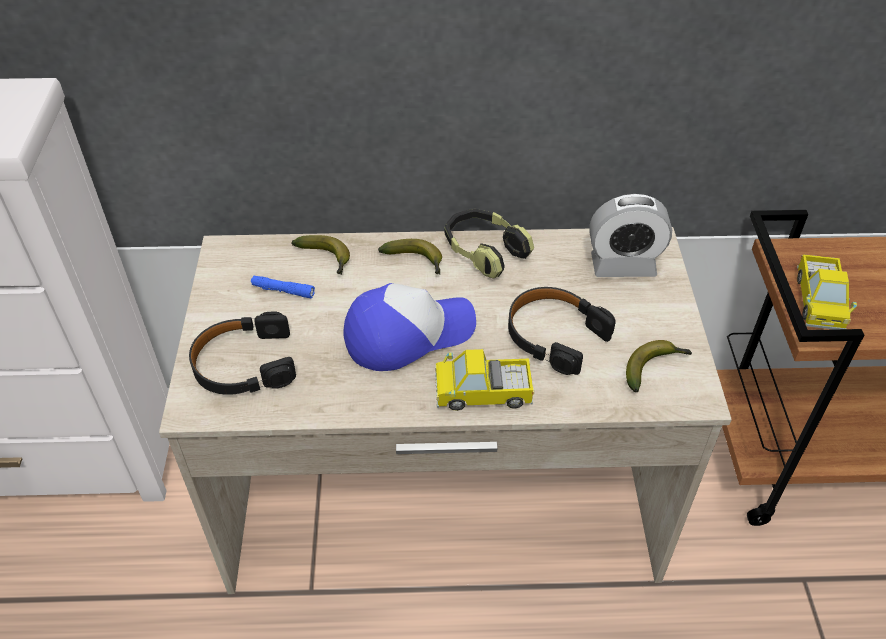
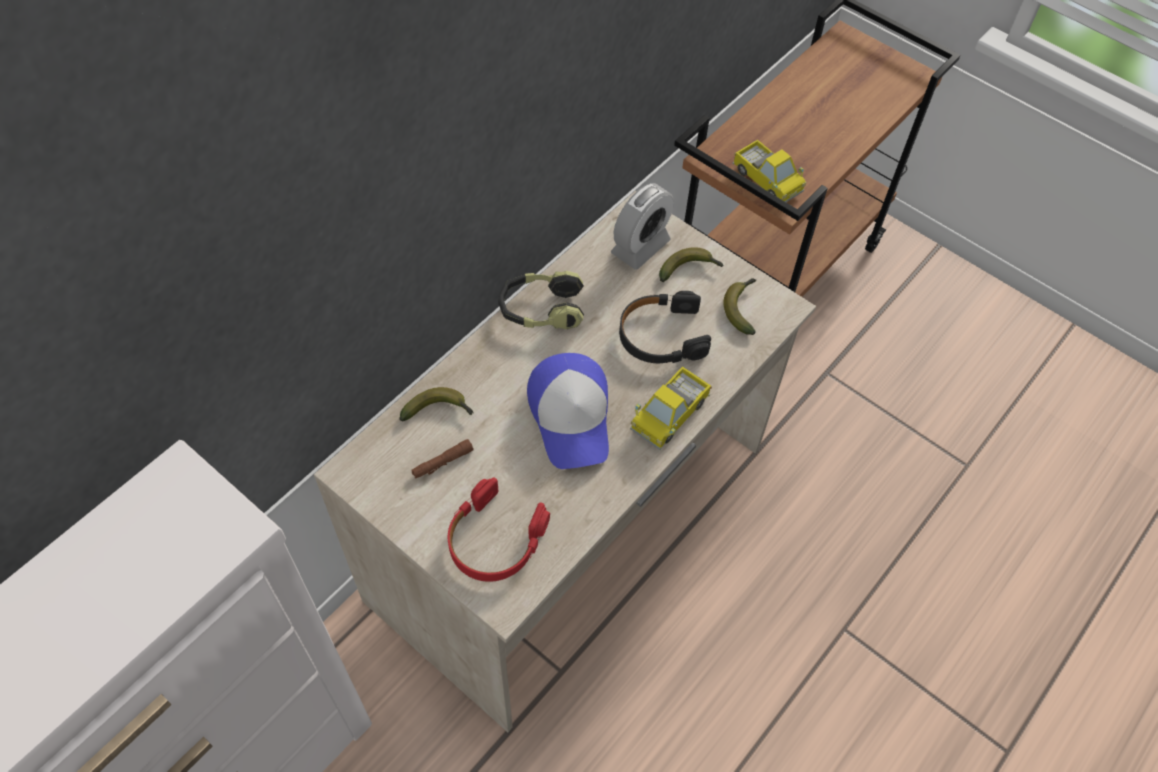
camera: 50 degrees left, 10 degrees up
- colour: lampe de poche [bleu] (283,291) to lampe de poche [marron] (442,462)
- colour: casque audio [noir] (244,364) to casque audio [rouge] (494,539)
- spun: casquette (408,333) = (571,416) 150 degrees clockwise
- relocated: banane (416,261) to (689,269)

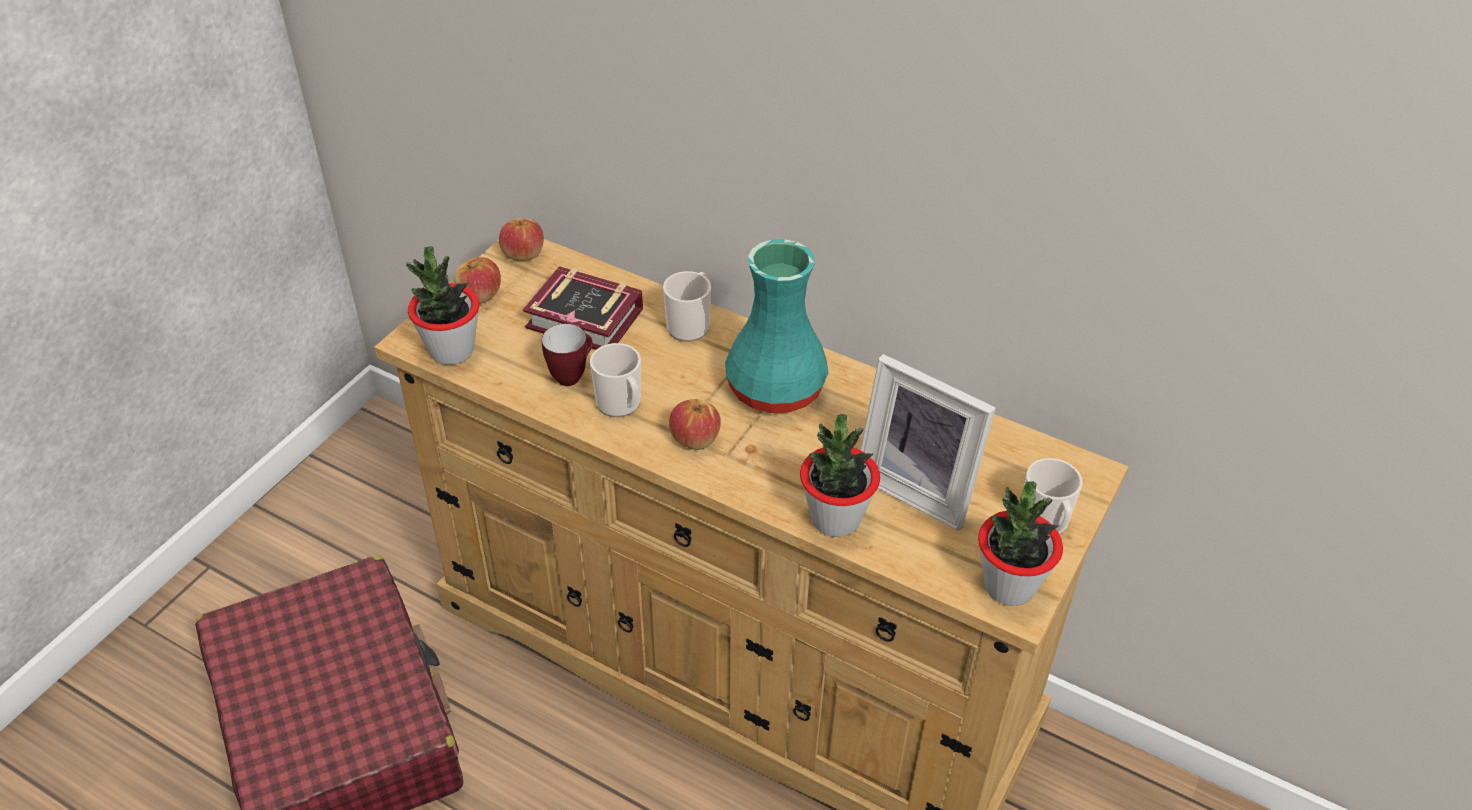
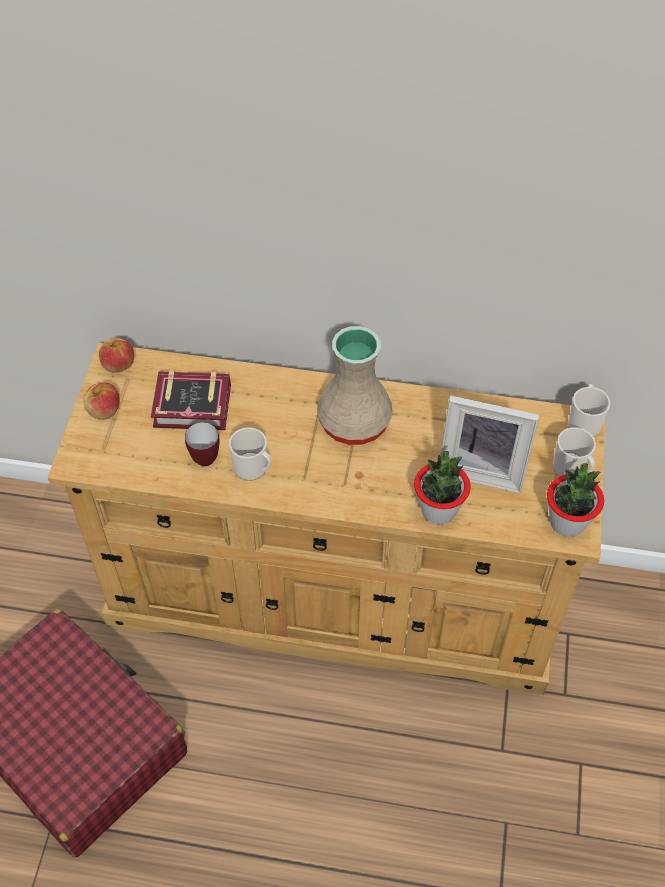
camera: 20 degrees left, 10 degrees up
- colour: vase [turquoise] (774,387) to vase [beige] (352,421)
- relocated: mug (690,325) to (584,423)
- missing: plante en pot (451,351)
- missing: pomme (694,439)

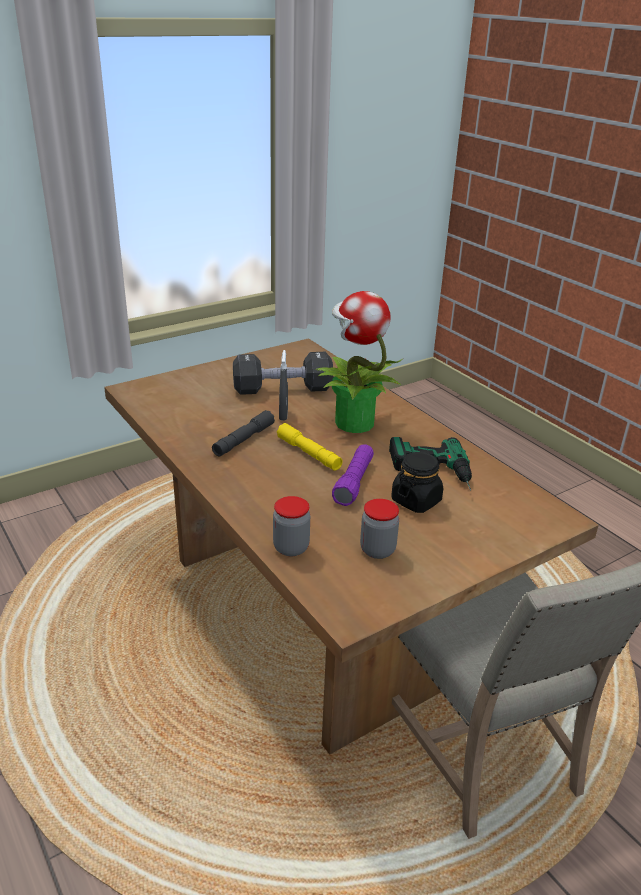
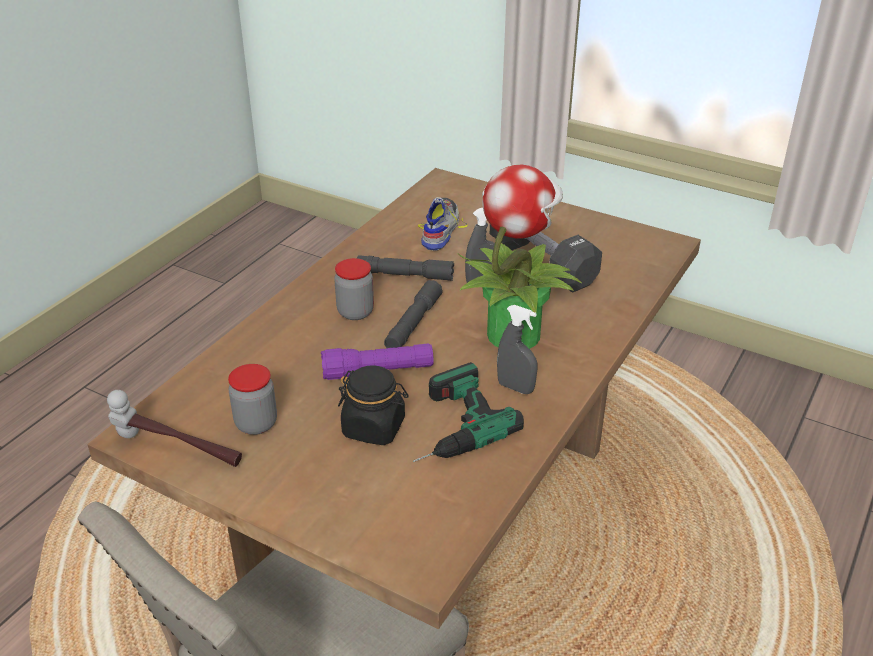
camera: 65 degrees right, 5 degrees up
- appeared: marteau (177,450)
- relocated: bocal (291,548) to (355,312)
- colour: lampe de poche [jaune] (309,453) to lampe de poche [gris] (413,323)
- appeared: chaussure (439,228)
- appeared: vaporisateur [gris] (515,387)

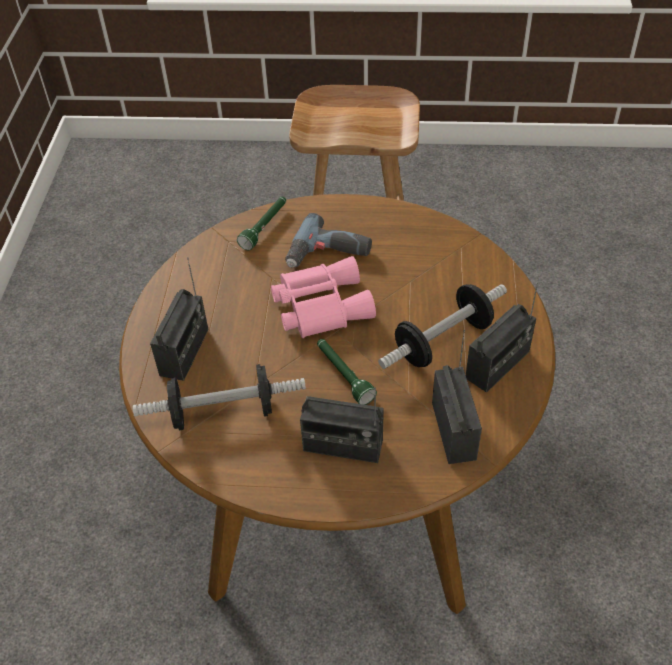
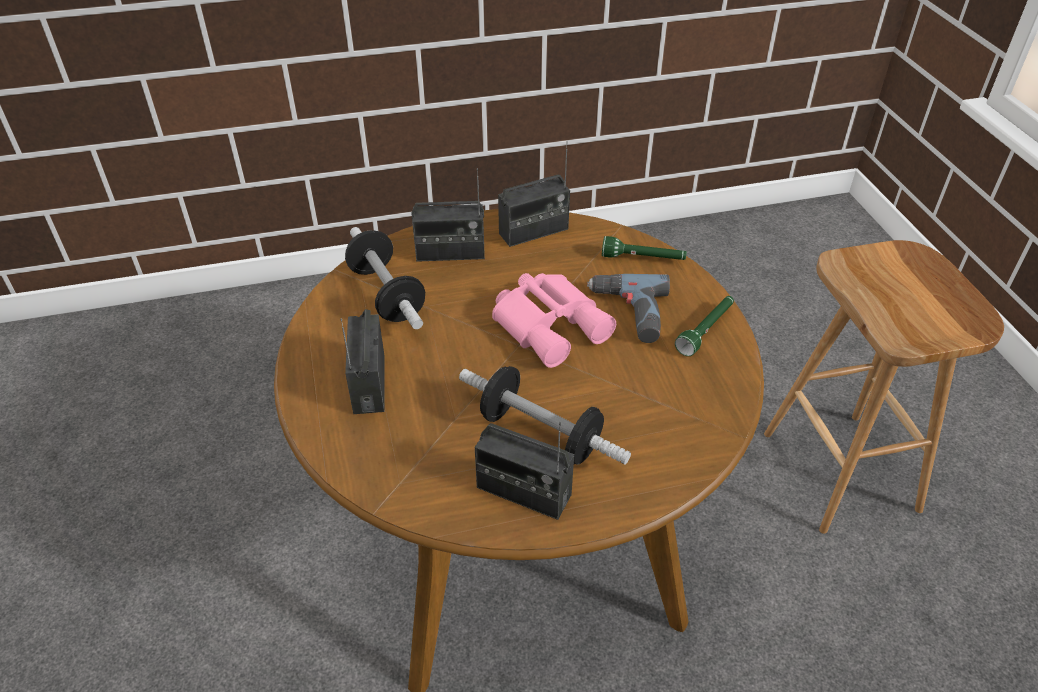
camera: 70 degrees right, 5 degrees down
- relocated: radio (454,430) to (533,231)
- relocated: lampe de poche [vert] (343,375) to (706,330)

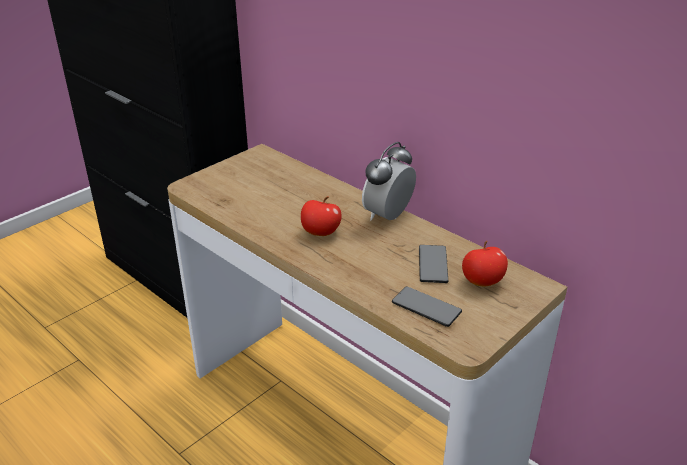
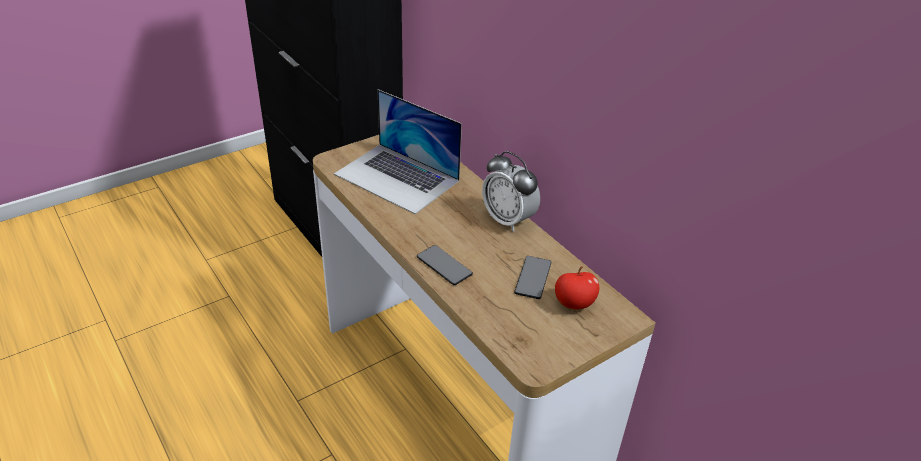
camera: 10 degrees right, 5 degrees up
- appeared: ordinateur portable (397,177)
- relocated: téléphone (426,307) to (444,266)
- spun: réveil (388,216) = (508,220) 90 degrees counterclockwise
- missing: pomme (320,233)

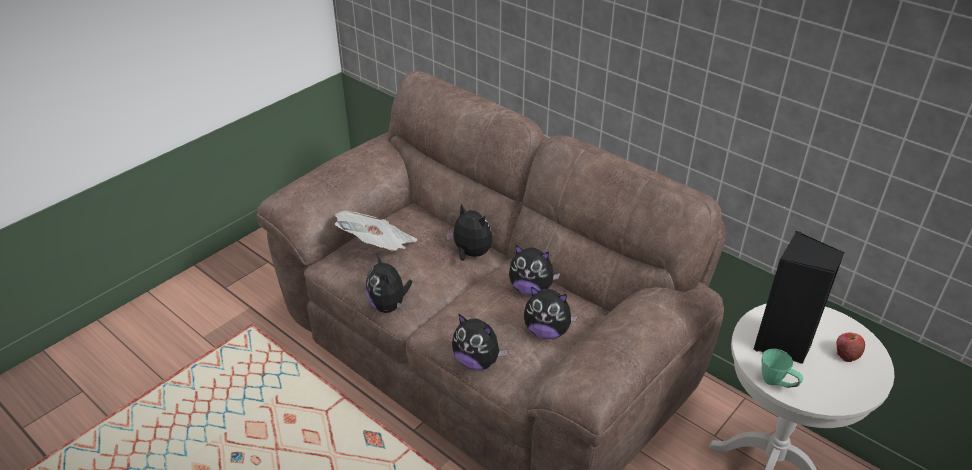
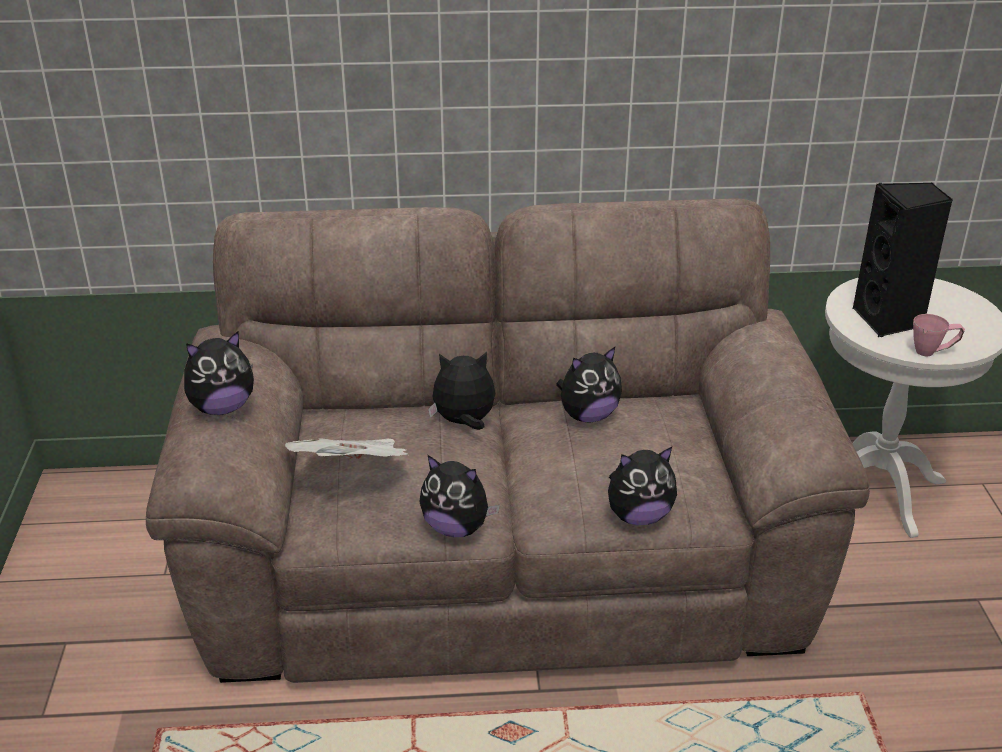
camera: 45 degrees left, 5 degrees down
- relocated: peluche (547,331) to (222,407)
- colour: mug [vert] (777,383) to mug [rose] (933,352)
- missing: pomme (846,354)

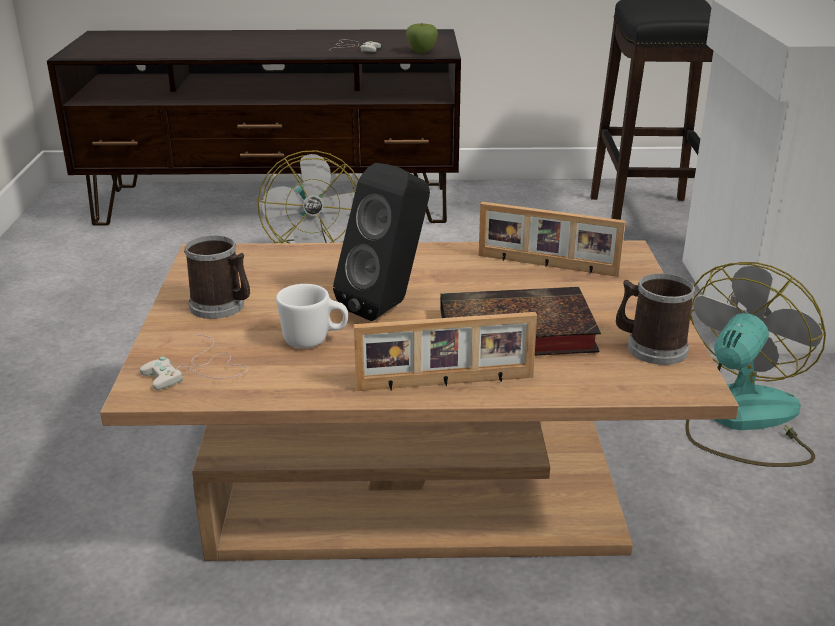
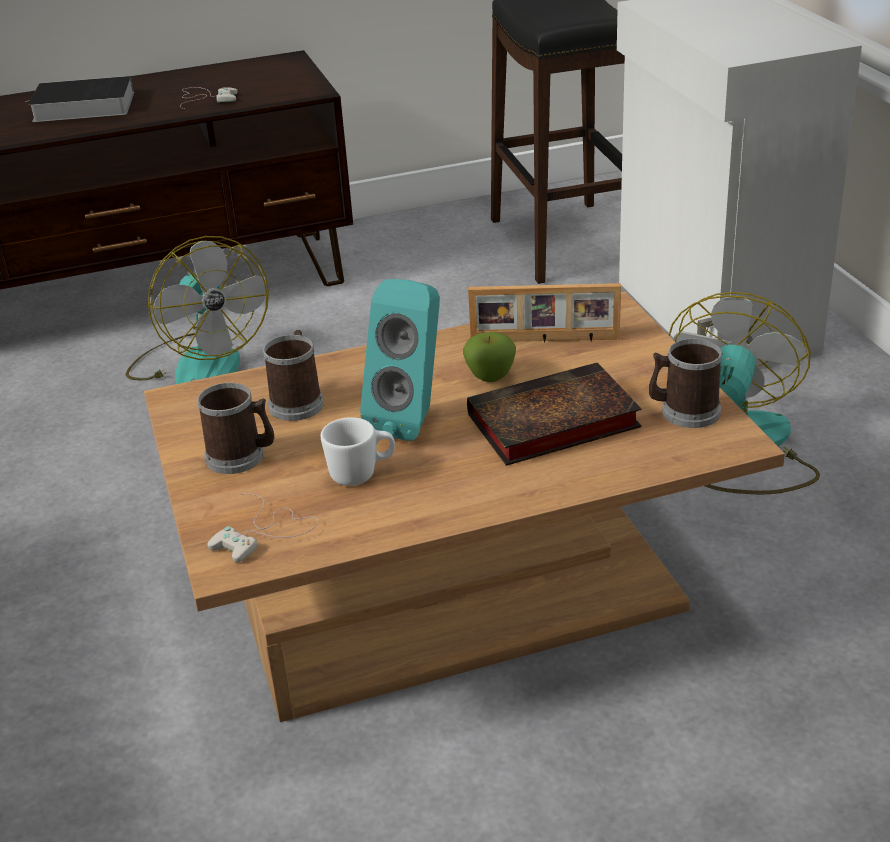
camera: 15 degrees left, 5 degrees up
- appeared: livre (80,107)
- appeared: mug (298,401)
- colour: enceinte [noir] (388,306) to enceinte [turquoise] (413,420)
- relocated: pomme (421,52) to (490,377)
- missing: cadre photo (445,384)

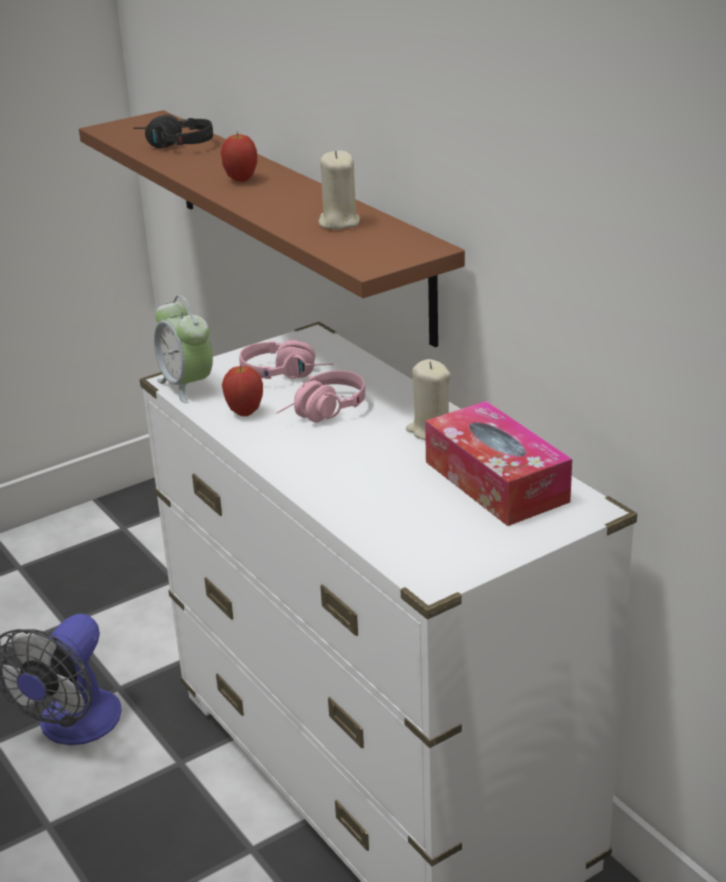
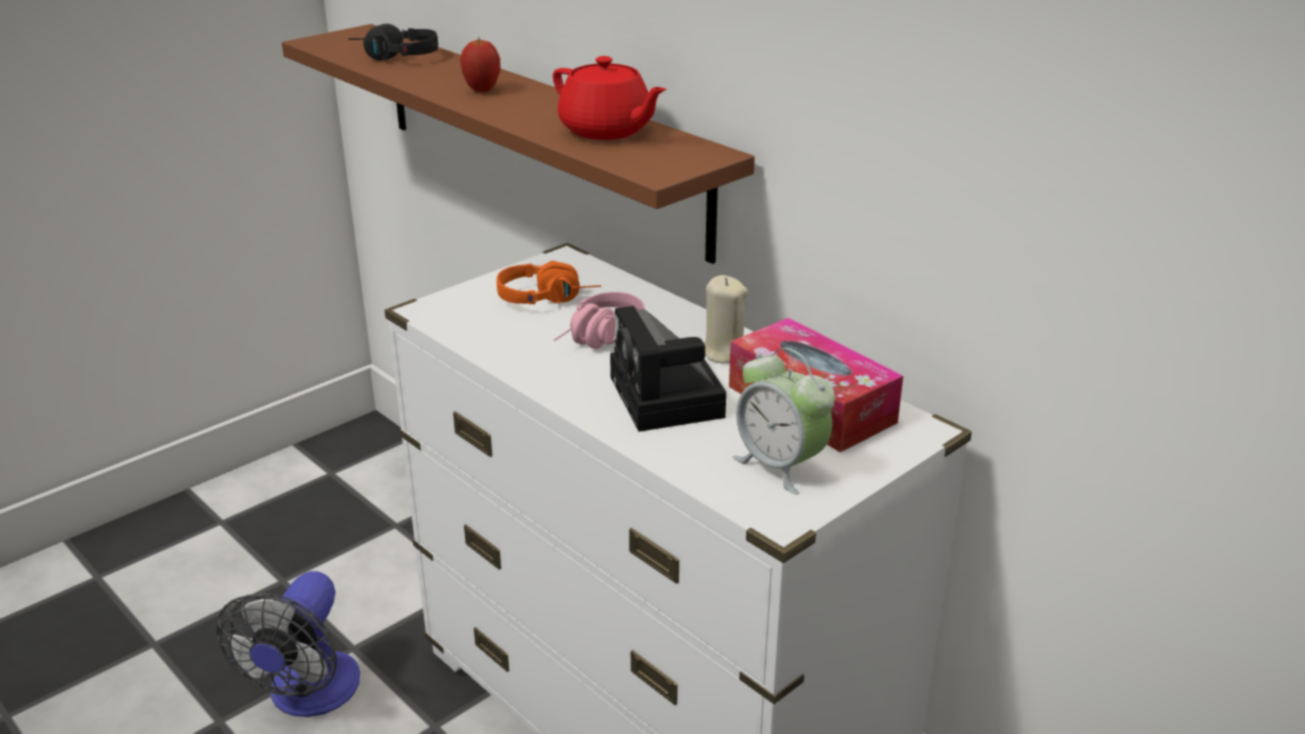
camera: 10 degrees left, 0 degrees up
- colour: casque audio [rose] (287,374) to casque audio [orange] (549,298)
- exchanged: bougie [beige] (338,222) to théière [rouge] (607,131)
- appeared: appareil photo (669,400)
- relocated: réveil (187,386) to (780,466)
- missing: pomme (244,412)

